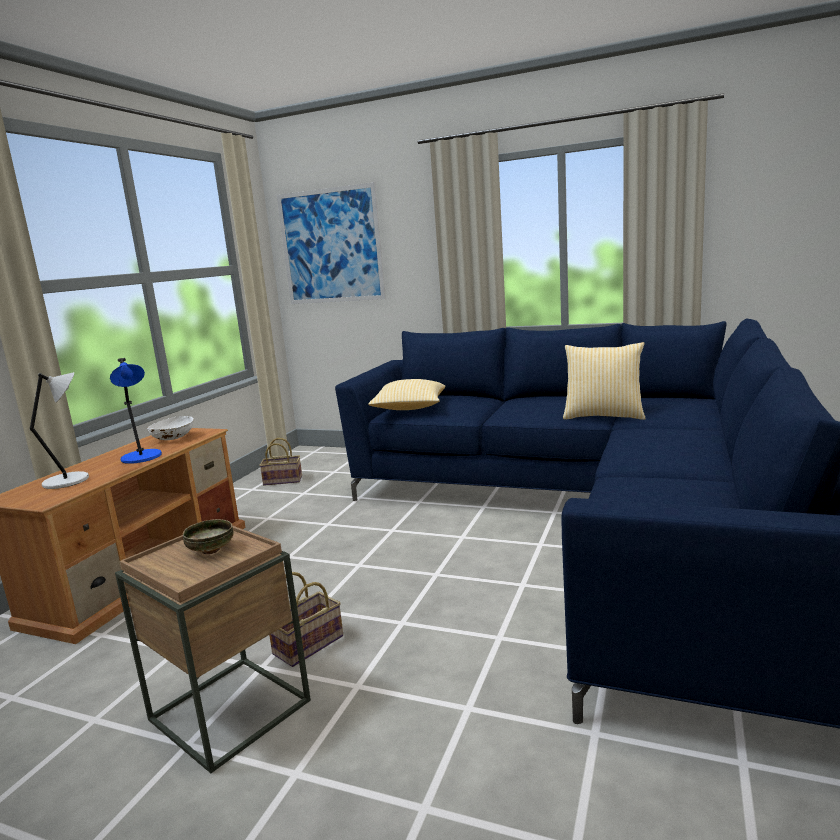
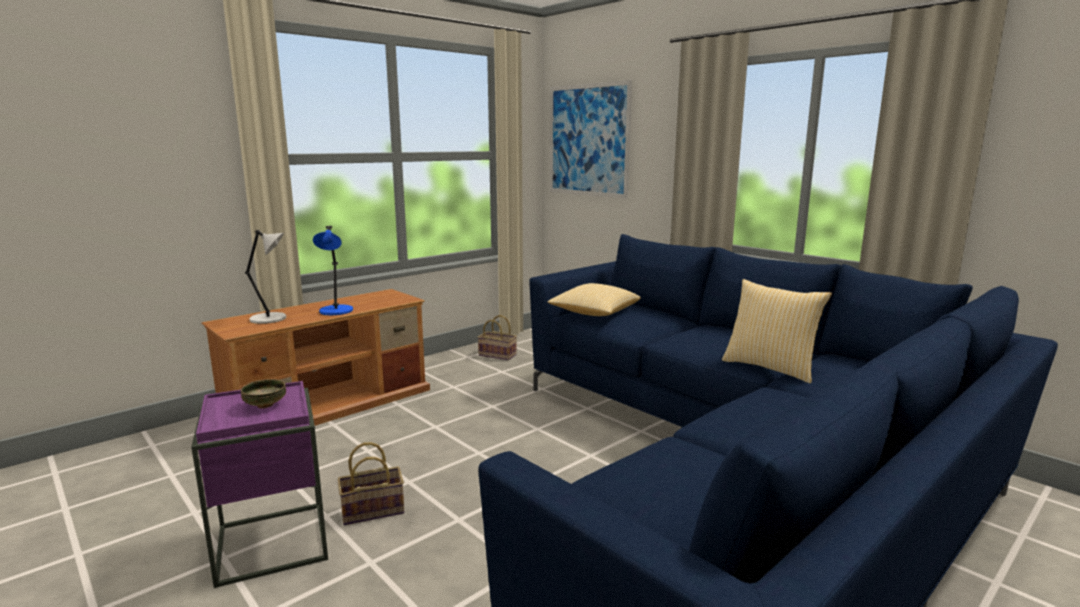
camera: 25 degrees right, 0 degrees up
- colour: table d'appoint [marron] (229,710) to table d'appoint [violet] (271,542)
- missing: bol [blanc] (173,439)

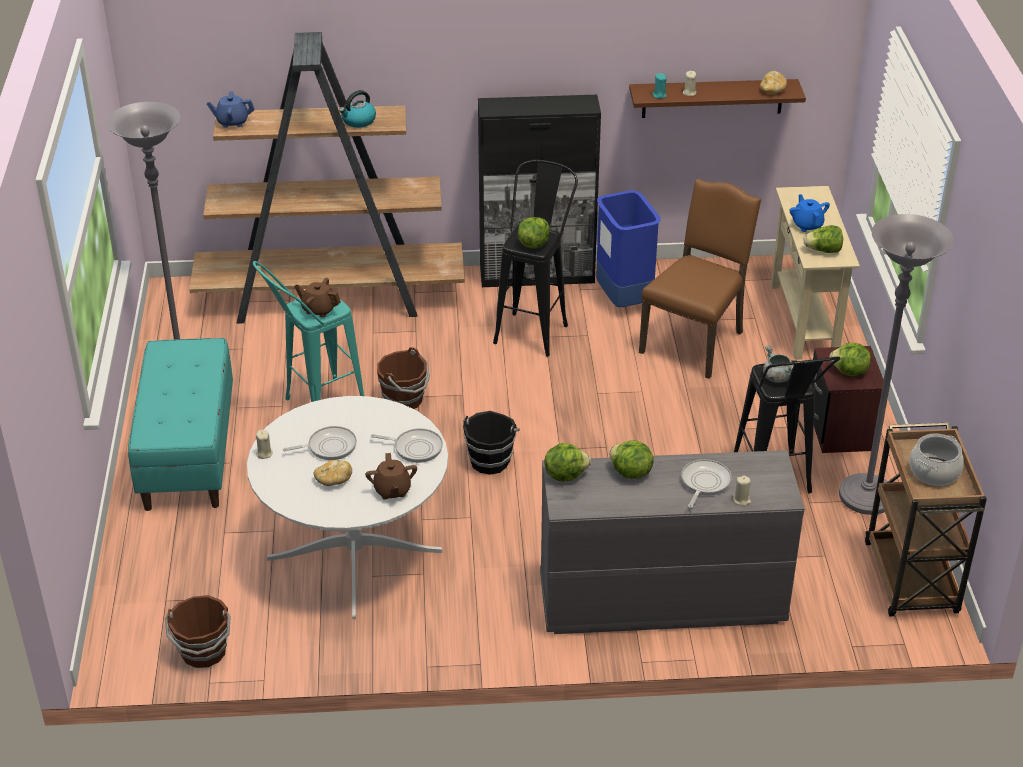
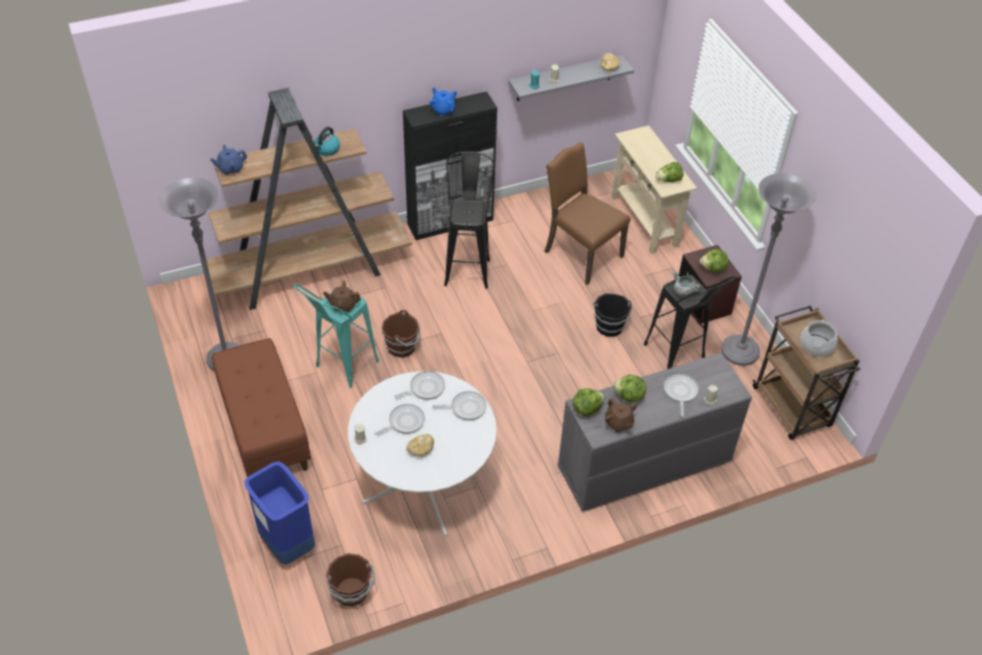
camera: 20 degrees left, 10 degrees up
- colour: banc [turquoise] (188,453) to banc [marron] (264,430)
- relocated: poubelle [bleu] (623,300) to (287,544)
- appeared: poêle (425,388)
- relocated: théière [bleu] (807,225) to (443,110)
- colour: étagère [marron] (712,98) to étagère [gris] (564,78)
- spun: chaise [marron] (695,341) = (581,254) 60 degrees counterclockwise
- relocated: seau [noir] (490,460) to (609,325)
- relocated: théière [marron] (392,490) to (618,423)
- missing: laitue (533,244)

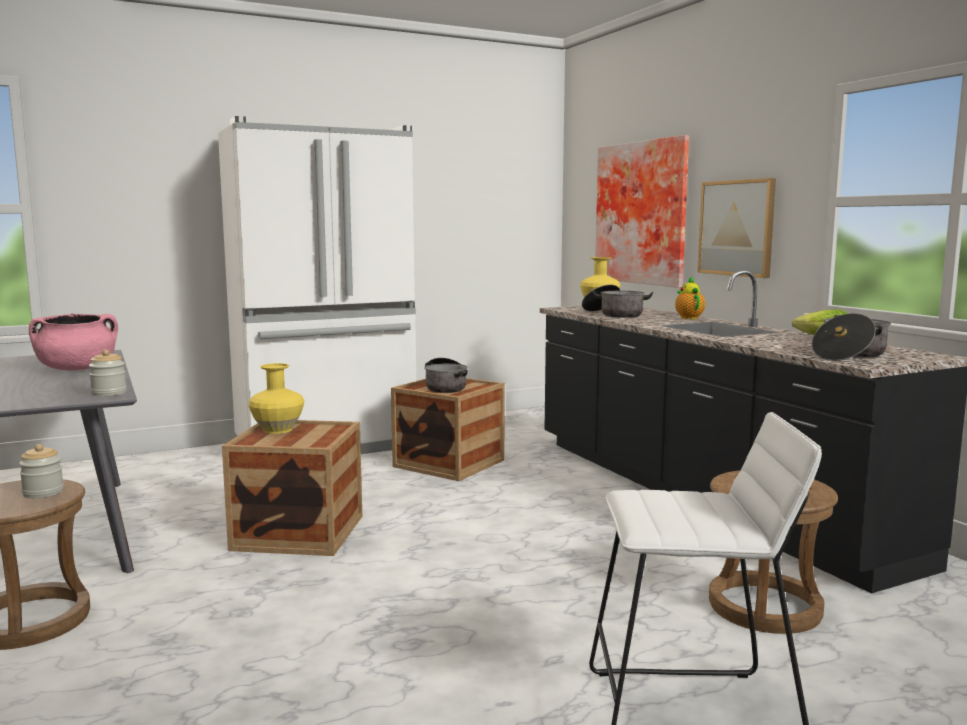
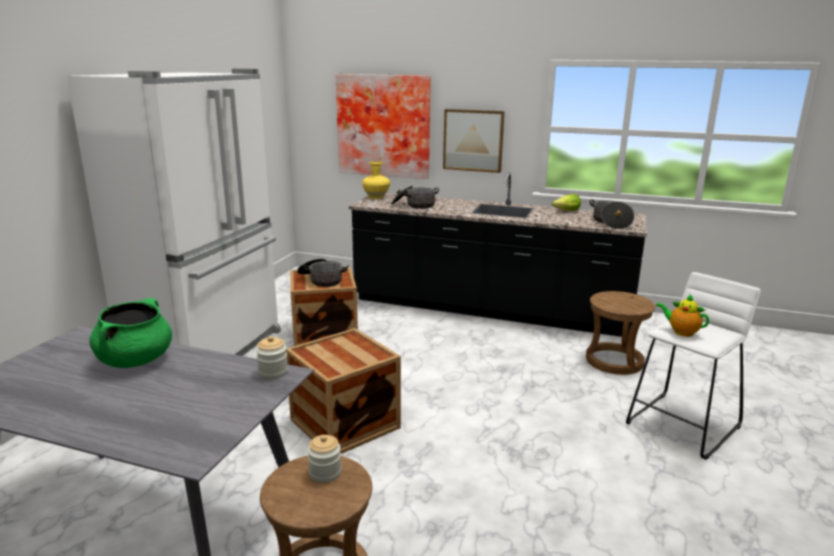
camera: 45 degrees left, 10 degrees up
- colour: marmite [rose] (77,369) to marmite [vert] (135,360)
- relocated: théière (688,317) to (681,332)
- missing: vase [jaune] (277,430)

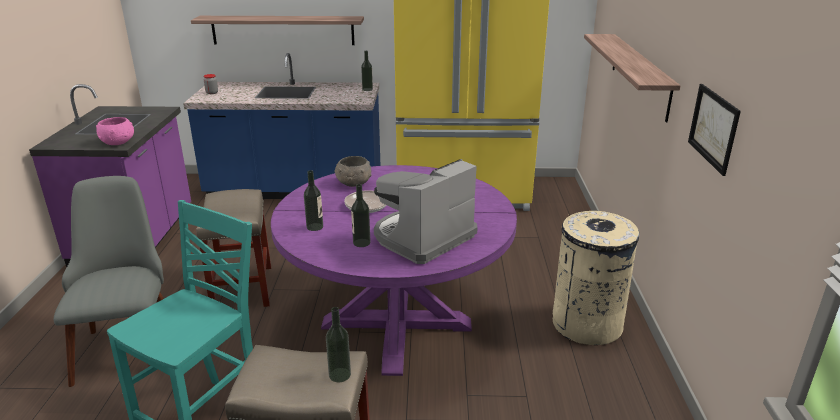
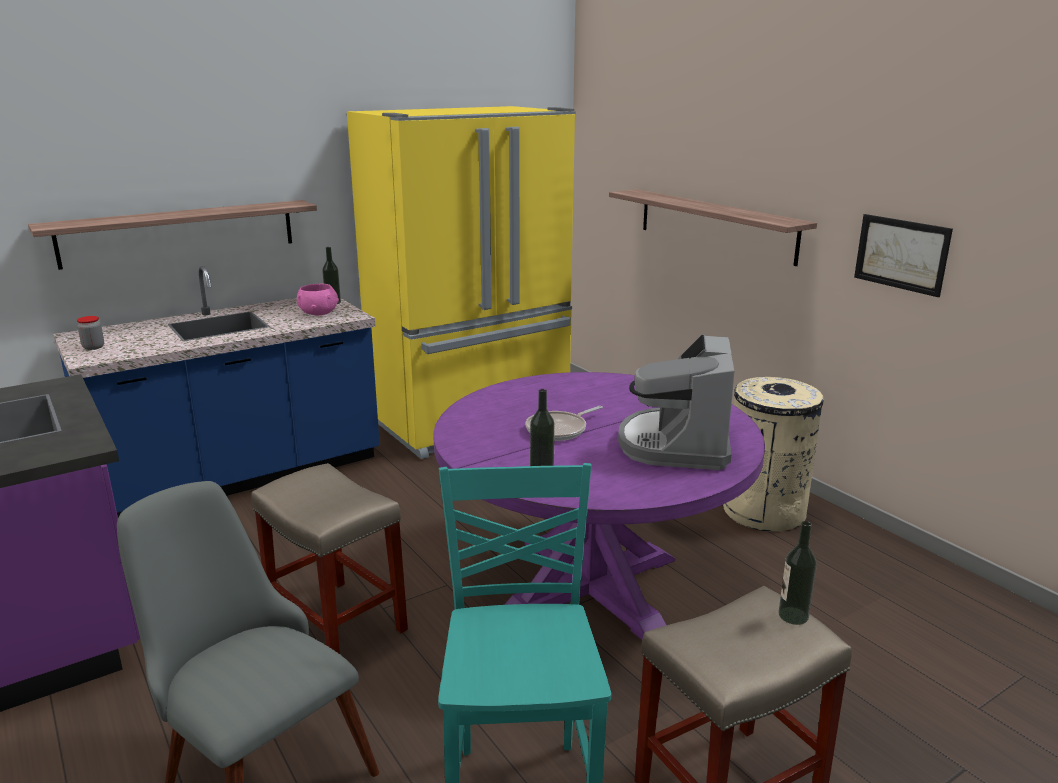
camera: 35 degrees left, 5 degrees down
- relocated: bol [rose] (118,142) to (318,313)
- missing: bol [gris] (353,183)
- missing: bouteille (361,243)

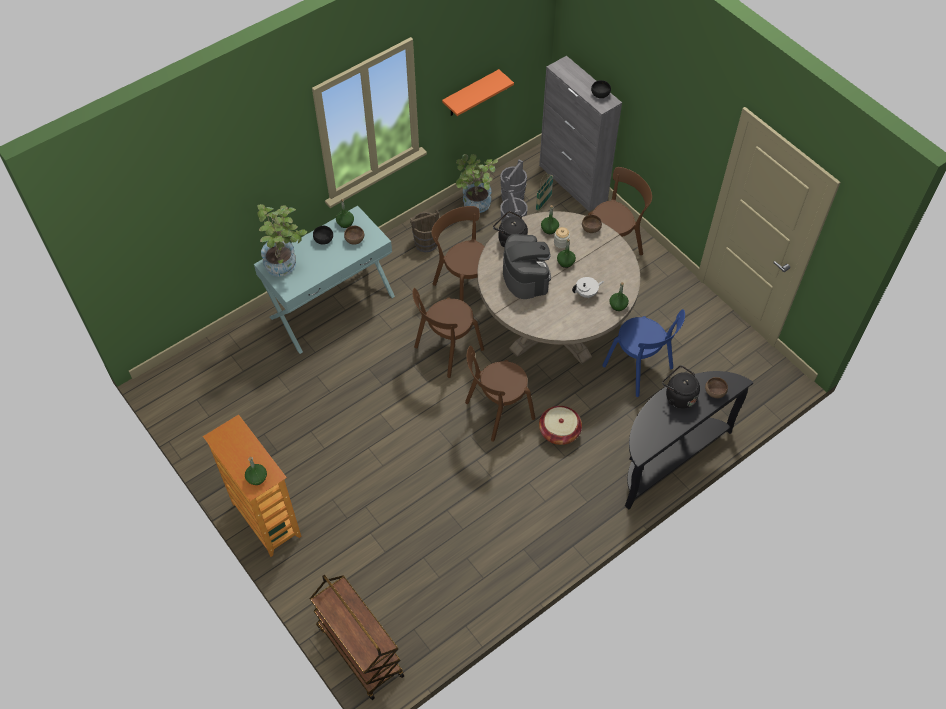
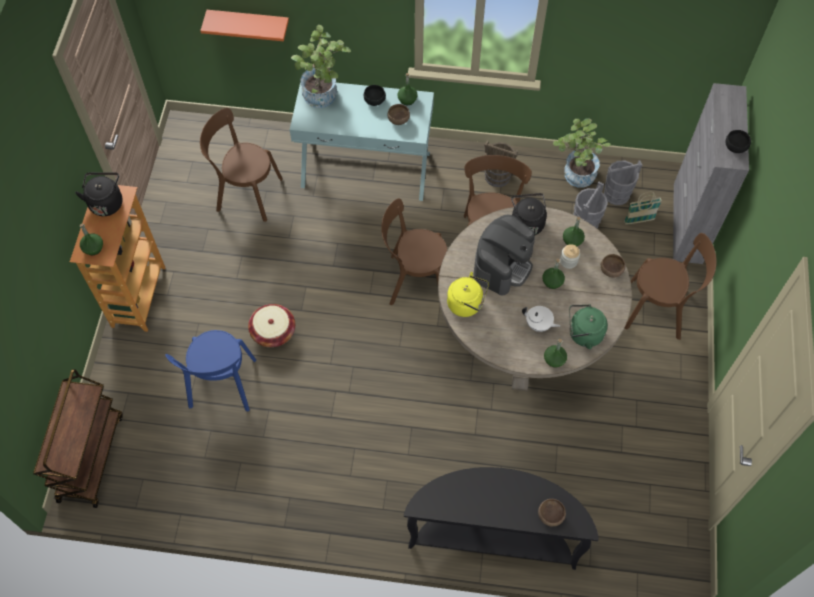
camera: 45 degrees right, 5 degrees up
- relocated: bouilloire [noir] (678,396) to (106,202)
- relocated: chaise [bleu] (640,369) to (222,387)
- relocated: étagère [orange] (470,94) to (249,24)
- relocated: chaise [marron] (497,412) to (246,193)
- relocated: panier (559,431) to (273,331)
- appeared: bouilloire [jaune] (467,304)
- appeared: bouilloire [vert] (583,334)

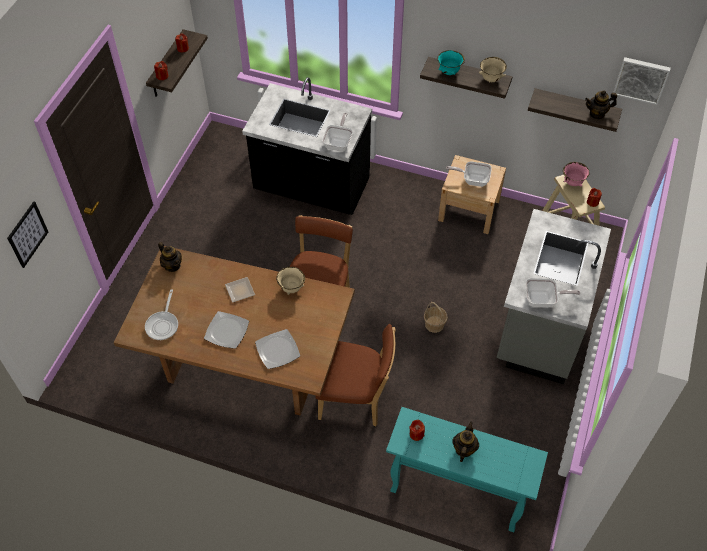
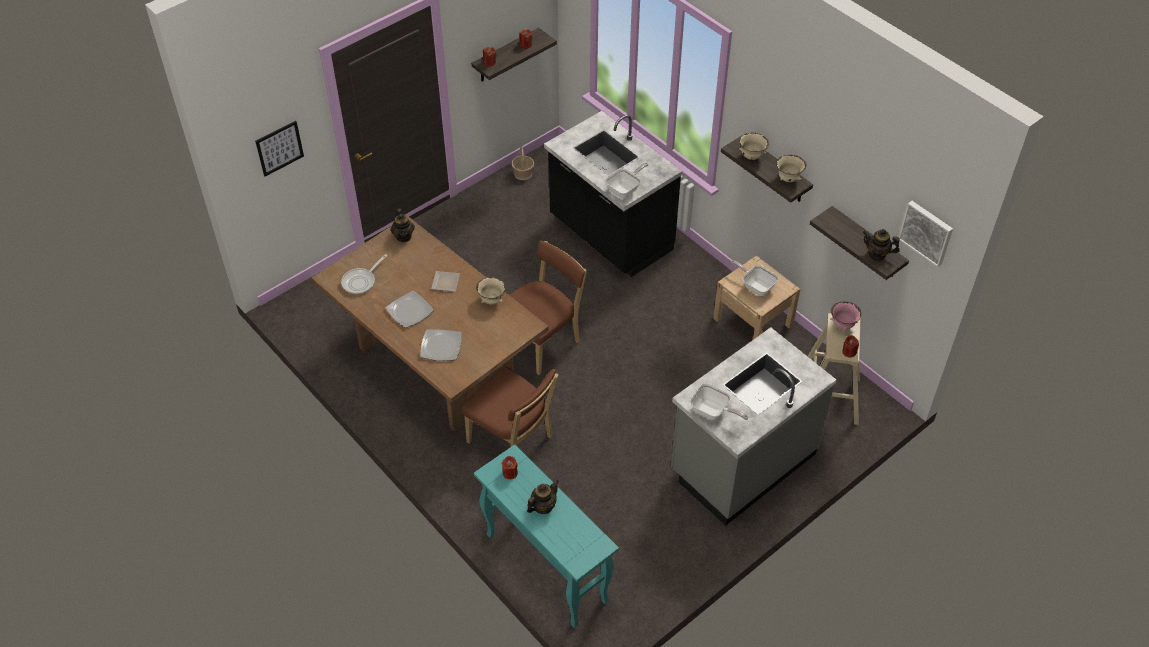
camera: 30 degrees right, 5 degrees down
- relocated: panier (434,324) to (523,173)
- colour: bol [turquoise] (449,72) to bol [beige] (751,157)

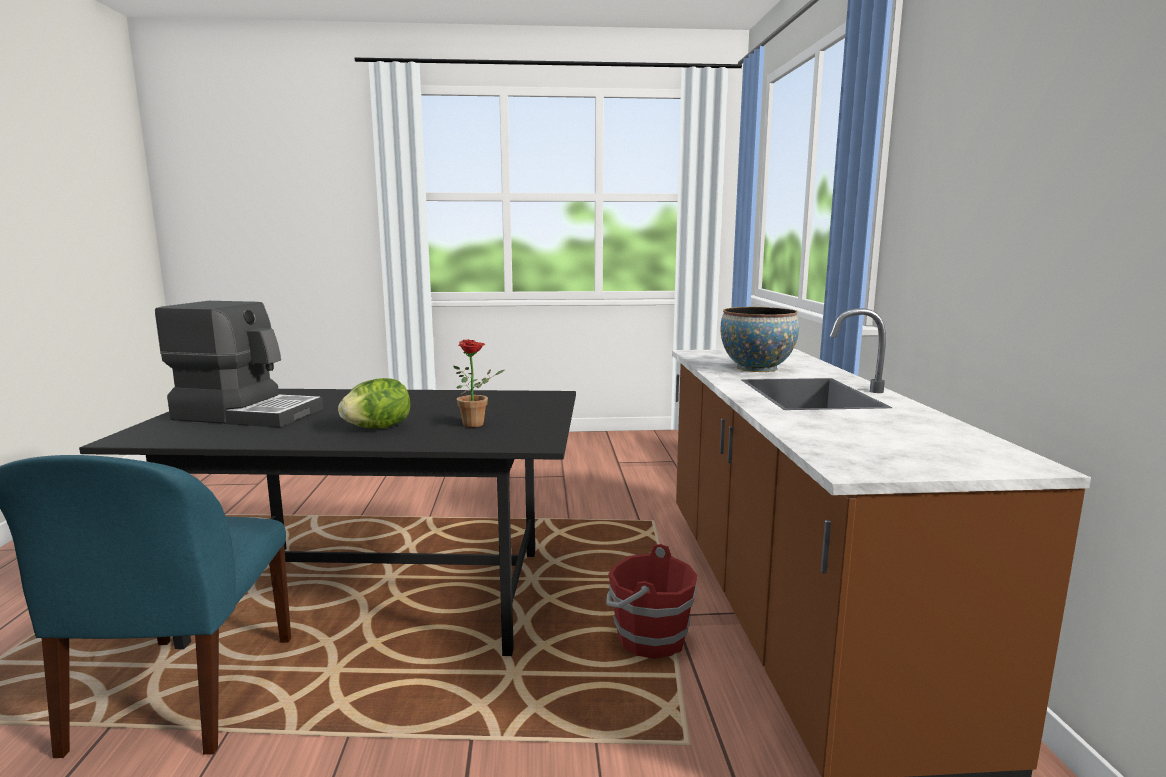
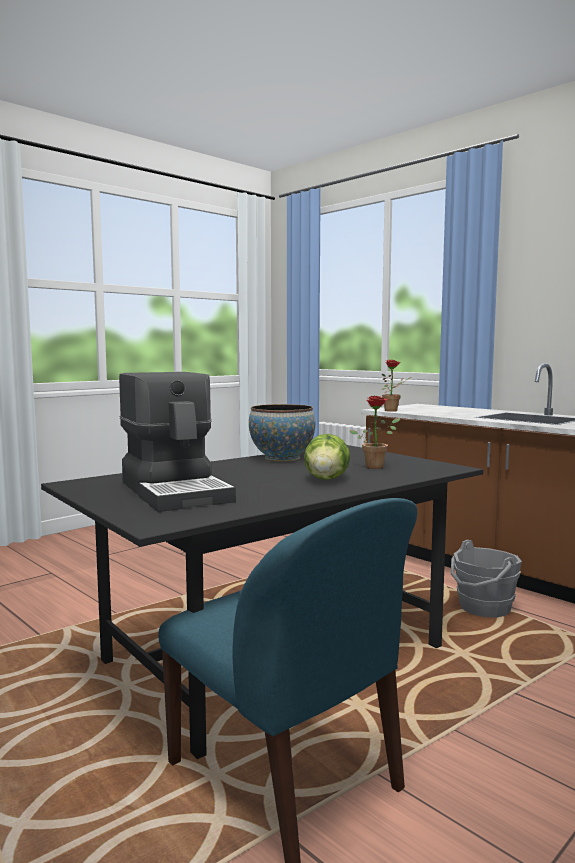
camera: 40 degrees left, 5 degrees down
- spun: machine à café (248,414) = (177,491) 90 degrees clockwise
- relocated: bol (756,368) to (282,458)
- appeared: plante en pot (393,411)
- colour: seau [rouge] (648,640) to seau [gris] (483,609)

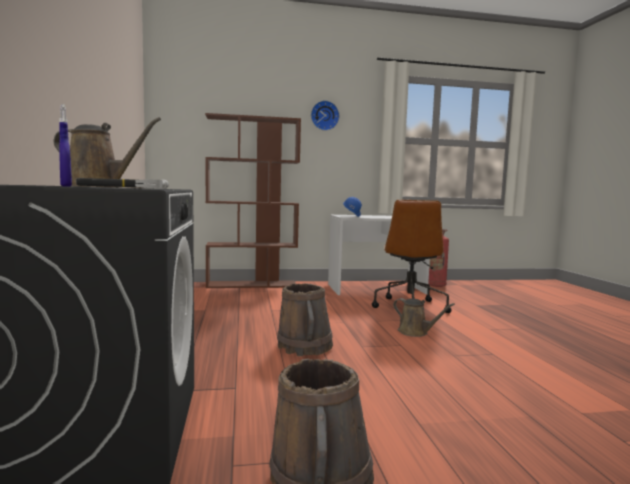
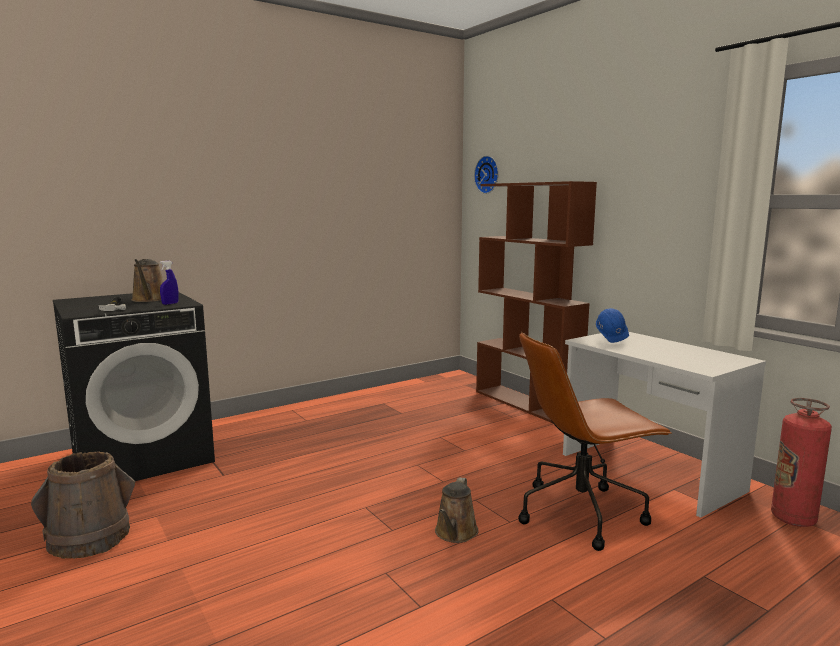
camera: 65 degrees right, 5 degrees up
- relocated: vaporisateur [bleu] (66,186) to (170,304)
- relocated: horloge murale (324,116) to (488,174)
- missing: seau [marron] (304,346)

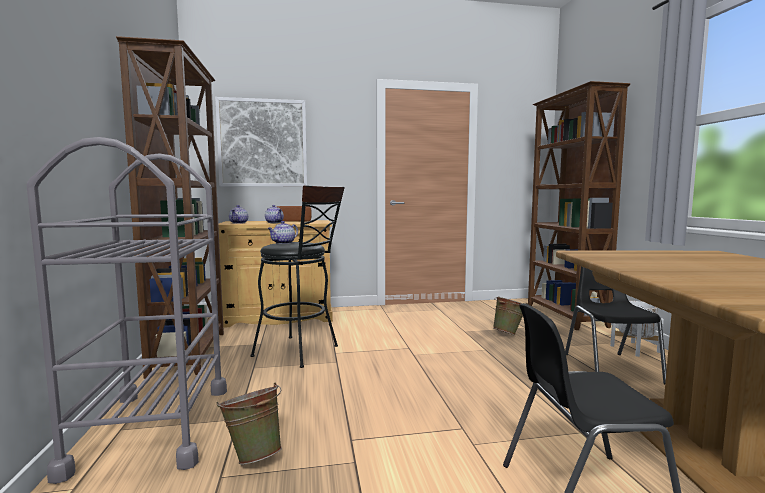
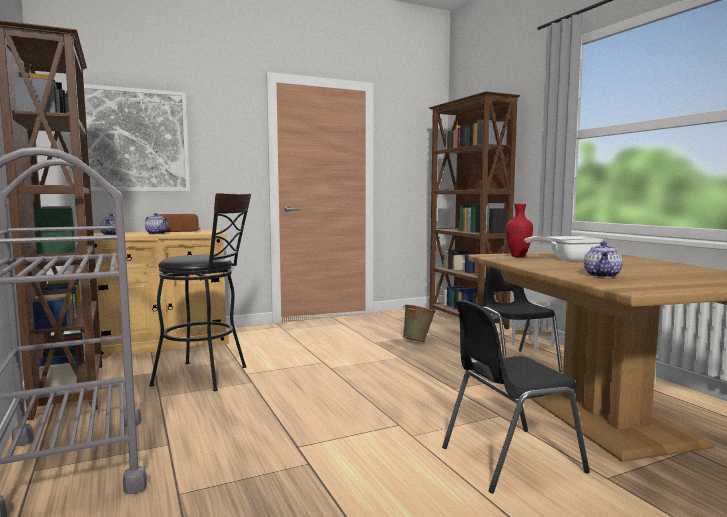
camera: 15 degrees left, 0 degrees up
- appeared: vase [rouge] (517,256)
- appeared: poêle (567,259)
- relocated: théière (283,243) to (602,276)
- missing: seau [vert] (254,455)

